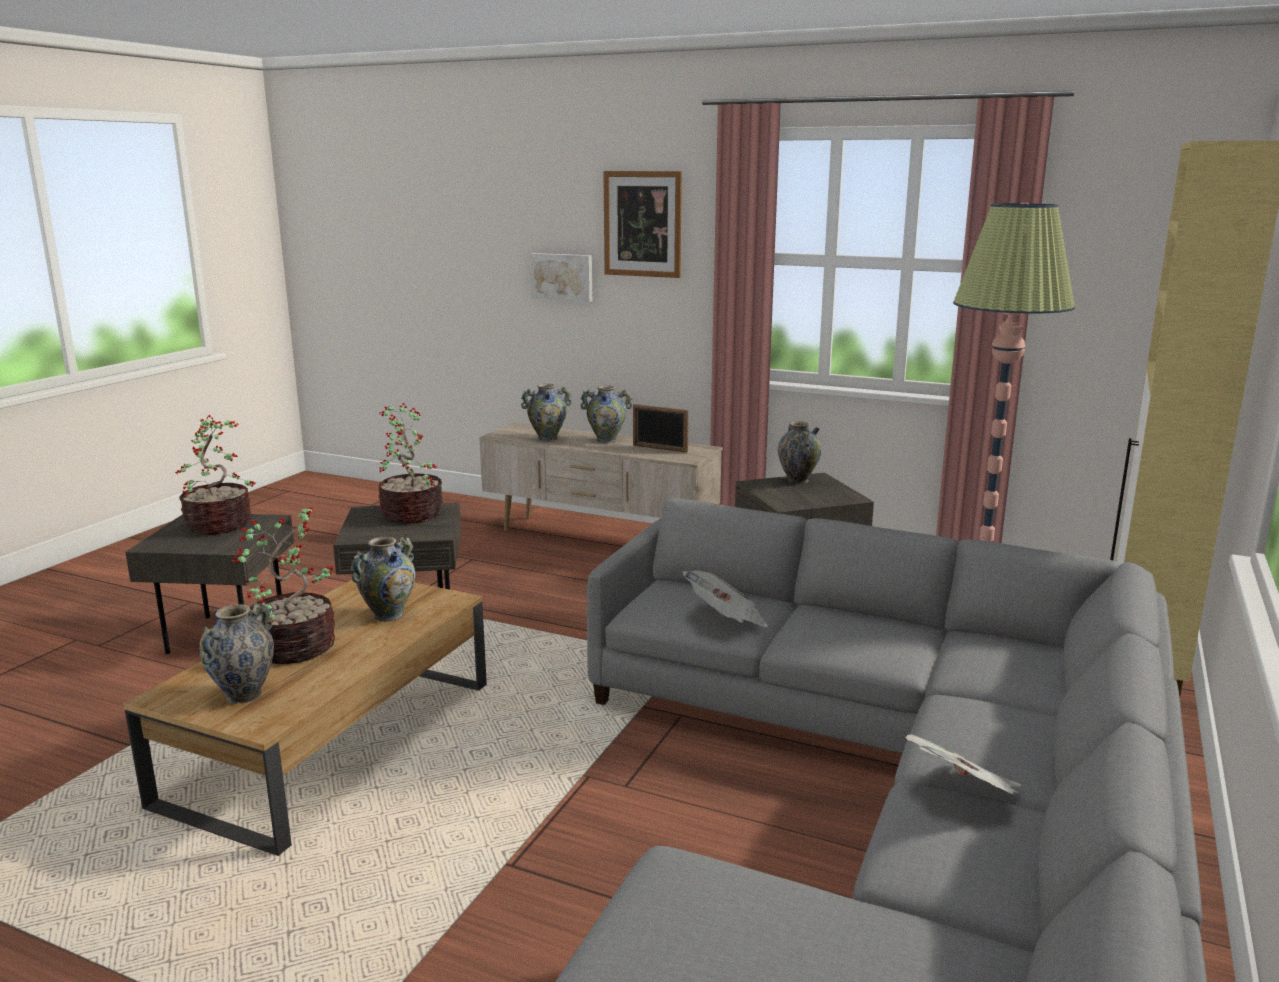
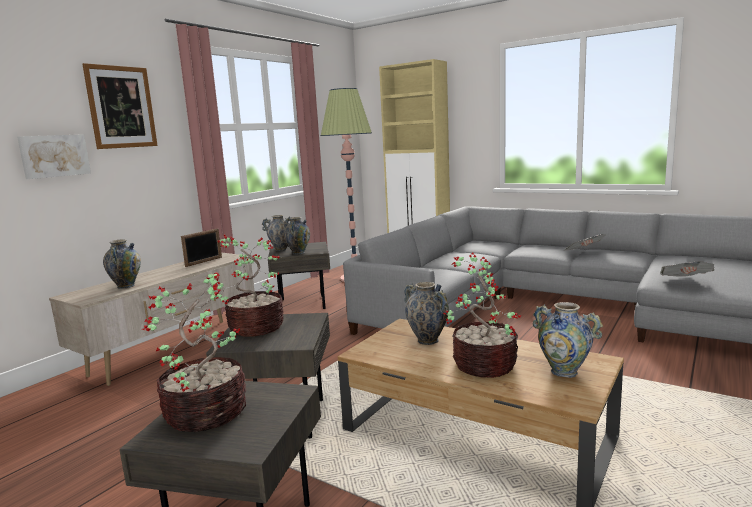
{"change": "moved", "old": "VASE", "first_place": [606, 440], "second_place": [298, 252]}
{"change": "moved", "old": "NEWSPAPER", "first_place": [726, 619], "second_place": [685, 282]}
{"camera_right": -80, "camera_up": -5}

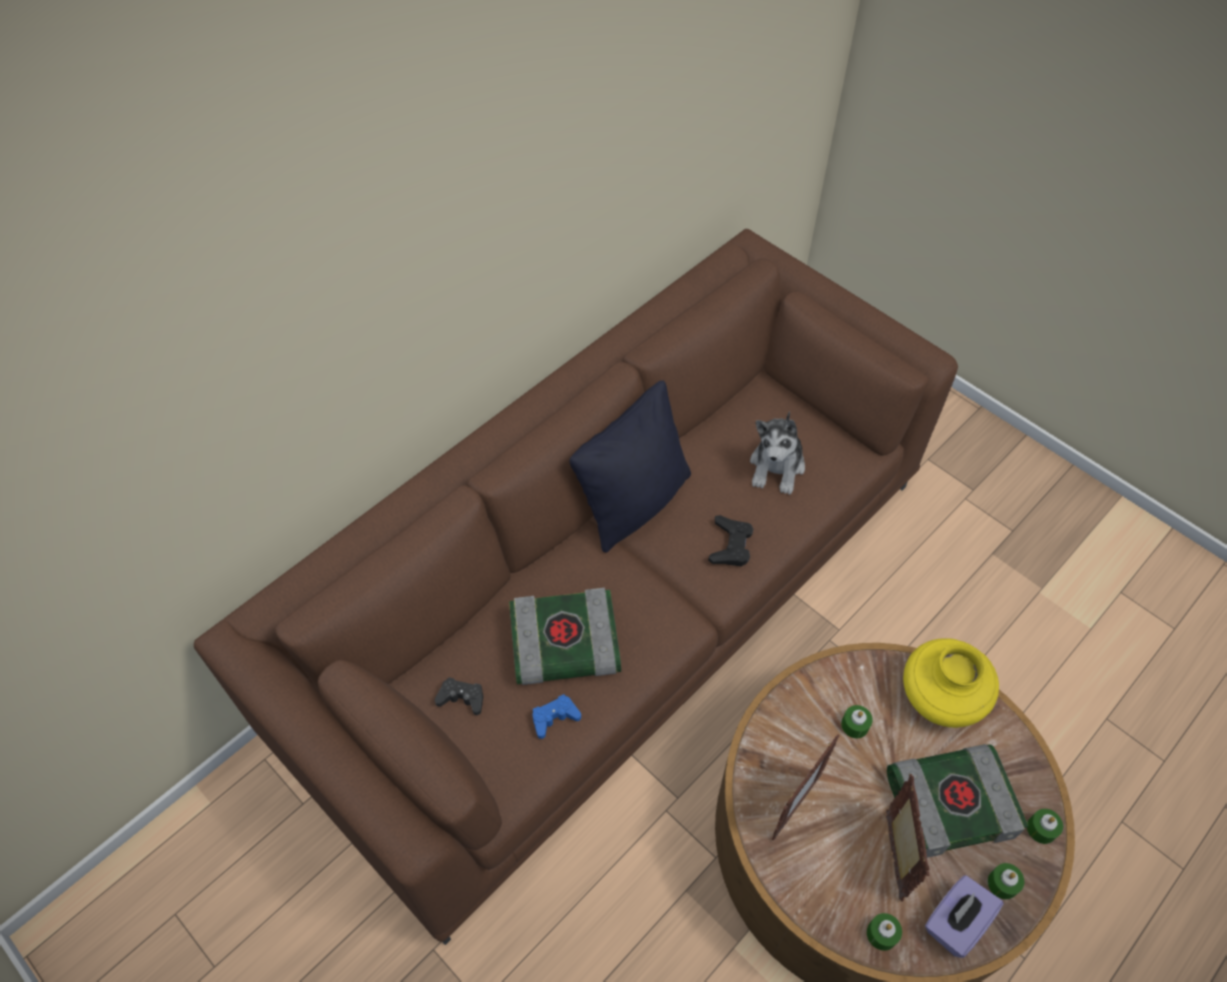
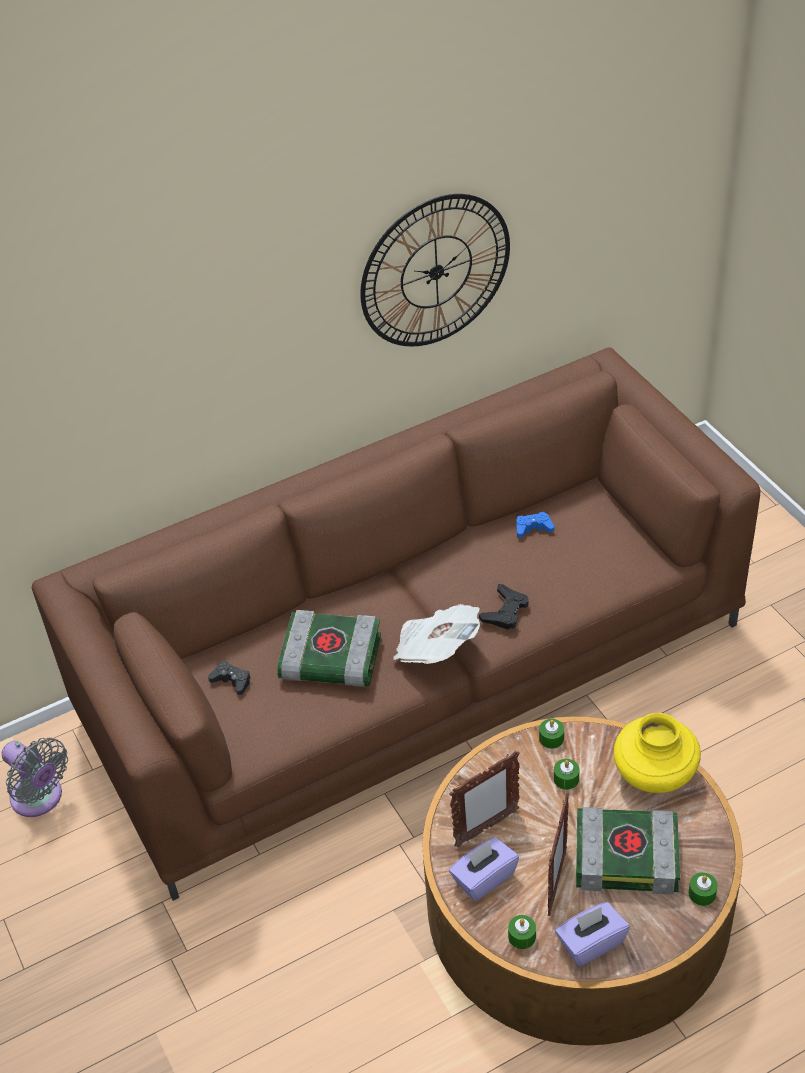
{"change": "removed", "old": "BLACK PILLOW", "first_place": [634, 503]}
{"change": "removed", "old": "PLUSH TOY", "first_place": [777, 467]}
{"change": "added", "new": "GREY FAN", "second_place": [40, 798]}
{"change": "added", "new": "WALL CLOCK", "second_place": [436, 271]}
{"change": "added", "new": "NEWSPAPER", "second_place": [436, 649]}
{"change": "added", "new": "PURPLE TISSUE BOX", "second_place": [484, 878]}
{"change": "moved", "old": "BLUE GAME CONTROLLER", "first_place": [554, 718], "second_place": [533, 528]}
{"change": "moved", "old": "GREEN CANDLE", "first_place": [1002, 883], "second_place": [551, 738]}
{"camera_right": 20, "camera_up": -10}

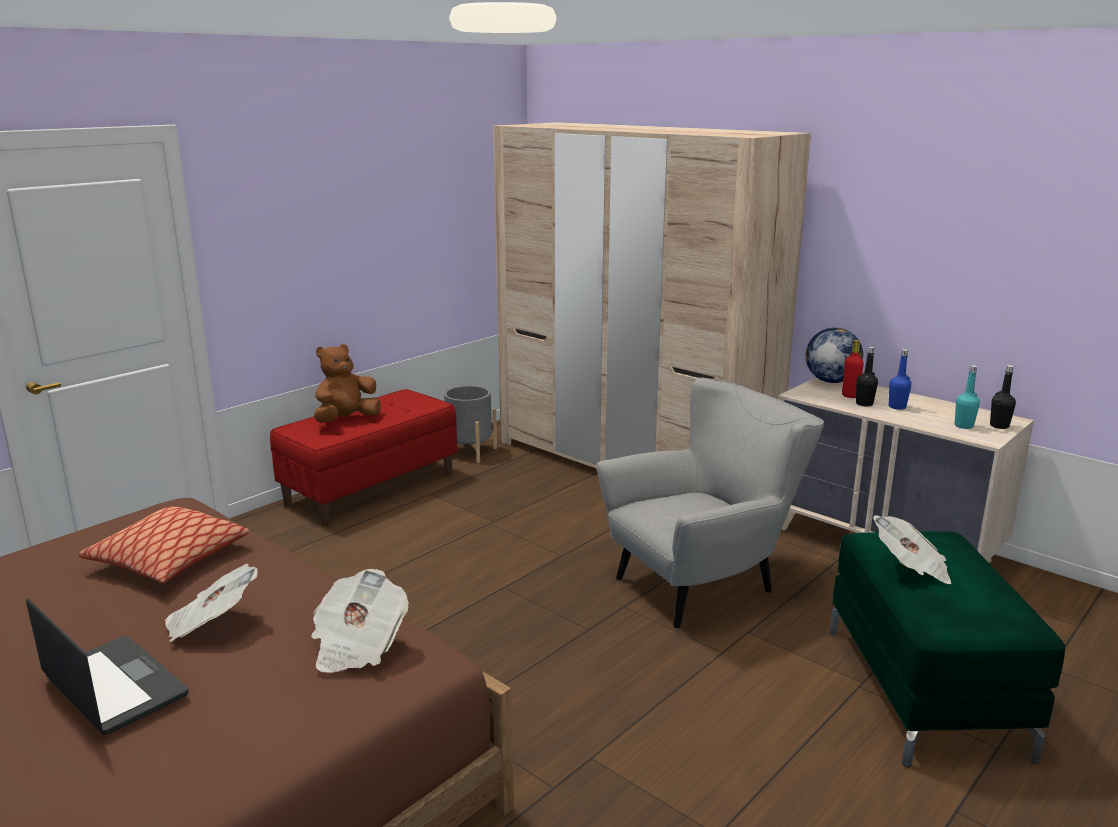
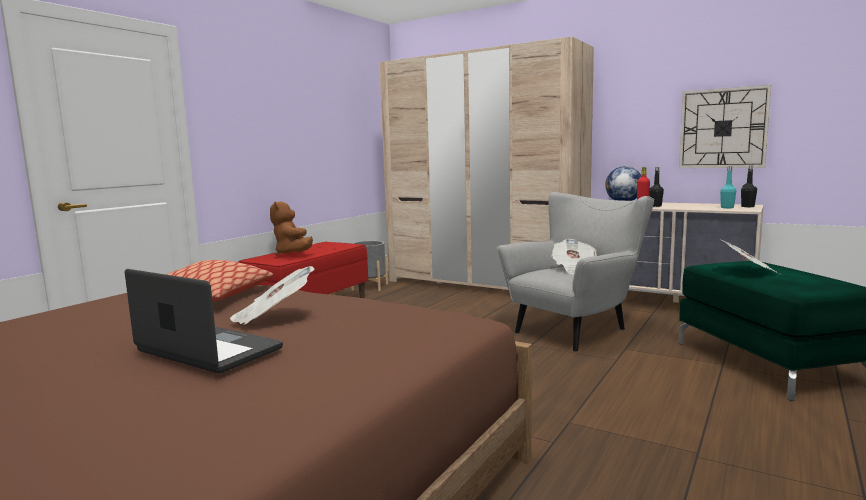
{"change": "removed", "old": "BLUE BOTTLE", "first_place": [897, 407]}
{"change": "added", "new": "WALL CLOCK", "second_place": [723, 128]}
{"change": "moved", "old": "NEWSPAPER", "first_place": [357, 645], "second_place": [574, 269]}
{"change": "turned", "old": "BROWN PLUSH TOY", "first_place": [346, 420], "second_place": [292, 254], "degrees": -60}
{"camera_right": -10, "camera_up": -10}

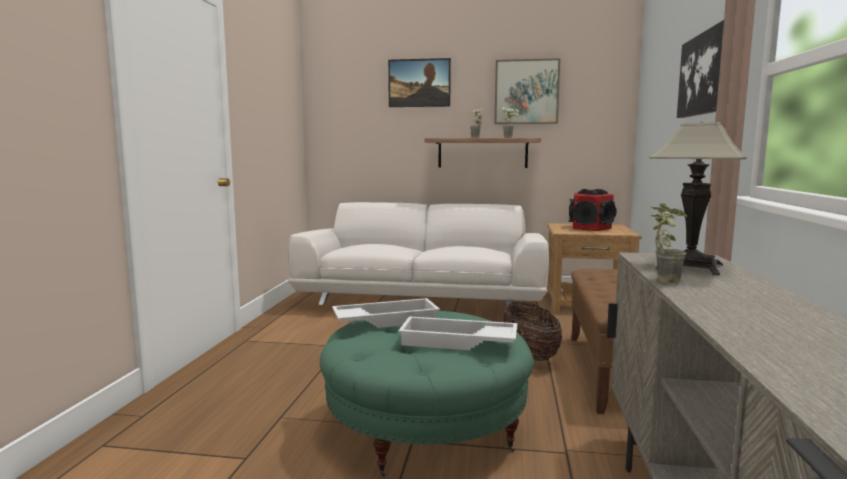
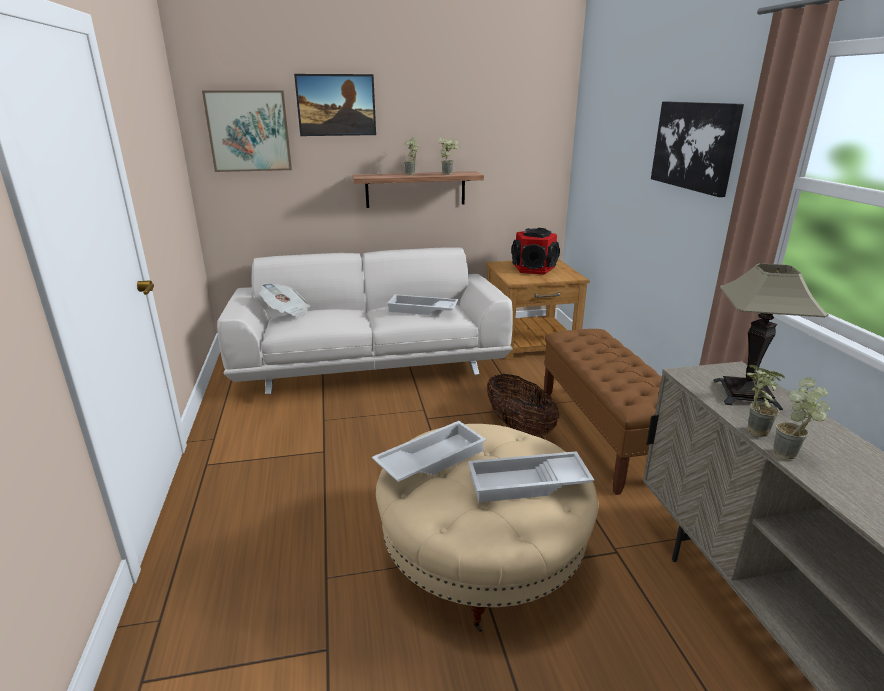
{"change": "added", "new": "NEWSPAPER", "second_place": [287, 312]}
{"change": "added", "new": "WHITE TRAY", "second_place": [422, 310]}
{"change": "added", "new": "POTTED PLANT", "second_place": [792, 457]}
{"change": "moved", "old": "PICTURE", "first_place": [526, 92], "second_place": [249, 131]}
{"change": "recoloured", "old": "GREEN OTTOMAN", "new": "BEIGE OTTOMAN", "first_place": [426, 429], "second_place": [482, 554]}
{"camera_right": -20, "camera_up": 15}

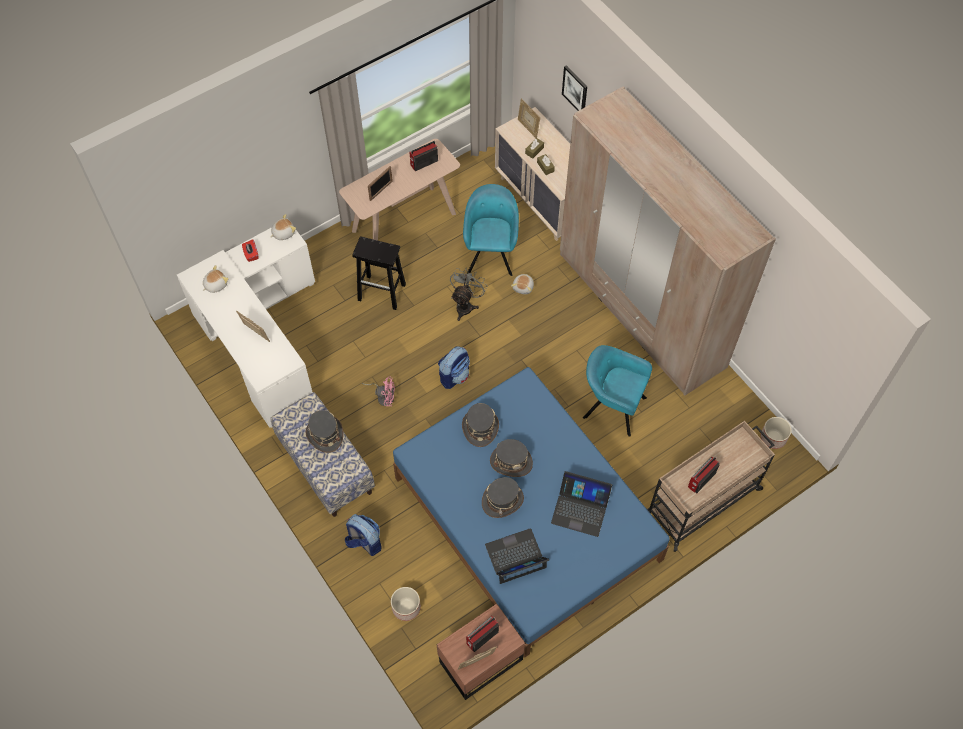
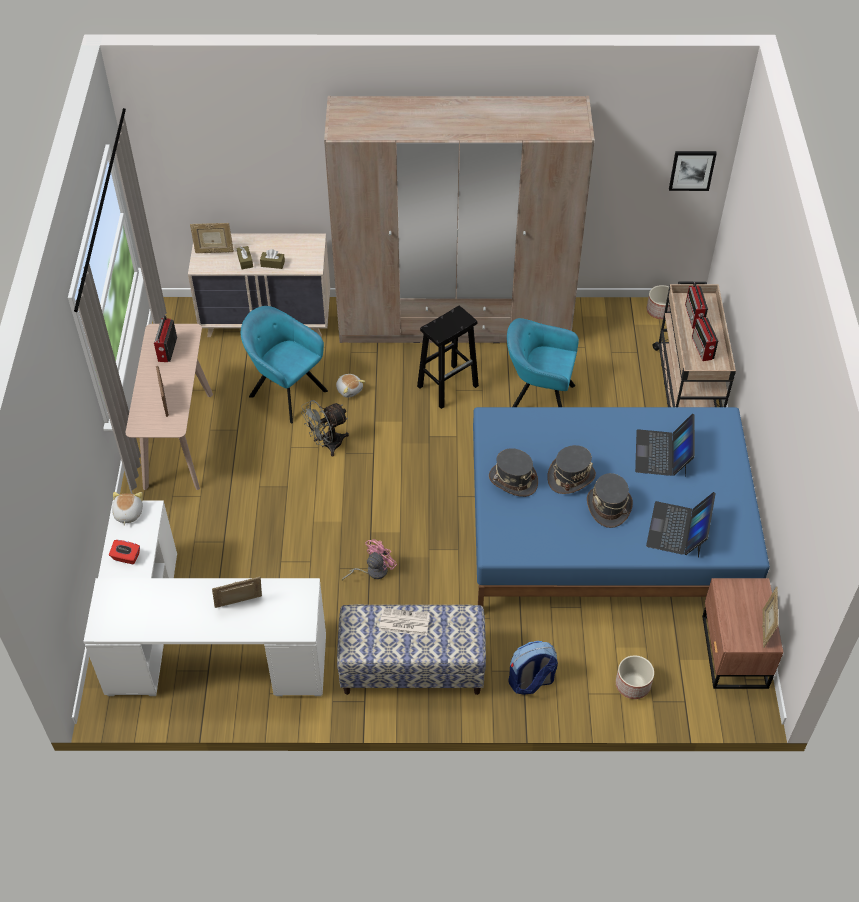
{"change": "removed", "old": "PLUSH TOY", "first_place": [215, 284]}
{"change": "removed", "old": "BACKPACK", "first_place": [454, 375]}
{"change": "moved", "old": "BLACK STOOL", "first_place": [382, 292], "second_place": [448, 385]}
{"change": "moved", "old": "RADIO", "first_place": [481, 638], "second_place": [694, 316]}
{"change": "moved", "old": "PICTURE", "first_place": [575, 89], "second_place": [692, 170]}
{"change": "replaced", "old": "GREY HAT", "new": "NEWSPAPER", "first_place": [325, 434], "second_place": [403, 622]}
{"change": "turned", "old": "GREY FAN", "first_place": [466, 305], "second_place": [327, 444], "degrees": -90}
{"change": "turned", "old": "LAPTOP", "first_place": [580, 509], "second_place": [662, 453], "degrees": 135}
{"change": "turned", "old": "TURQUOISE ARMCHAIR", "first_place": [612, 406], "second_place": [538, 399], "degrees": 45}
{"camera_right": -55, "camera_up": -10}

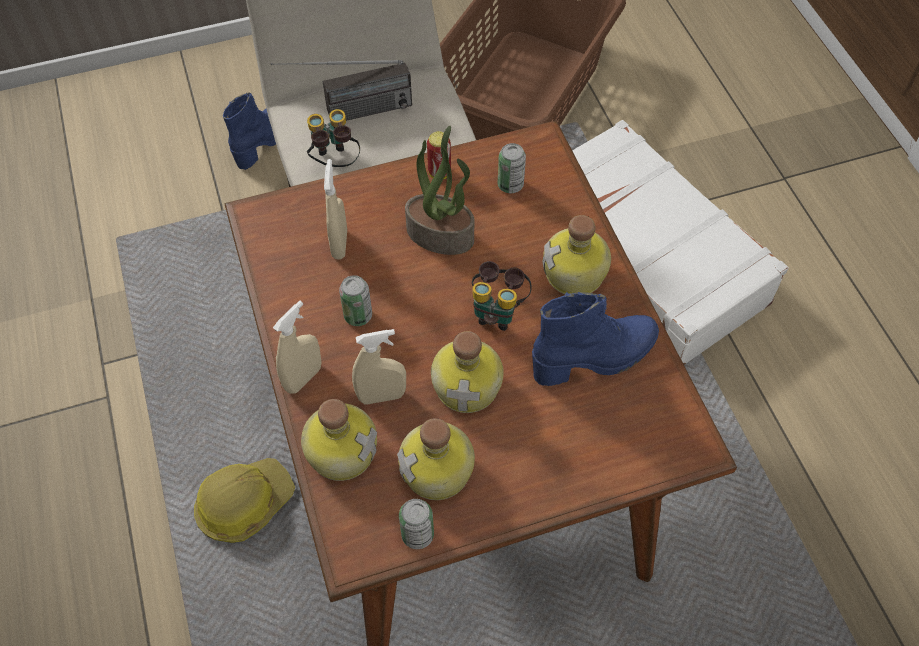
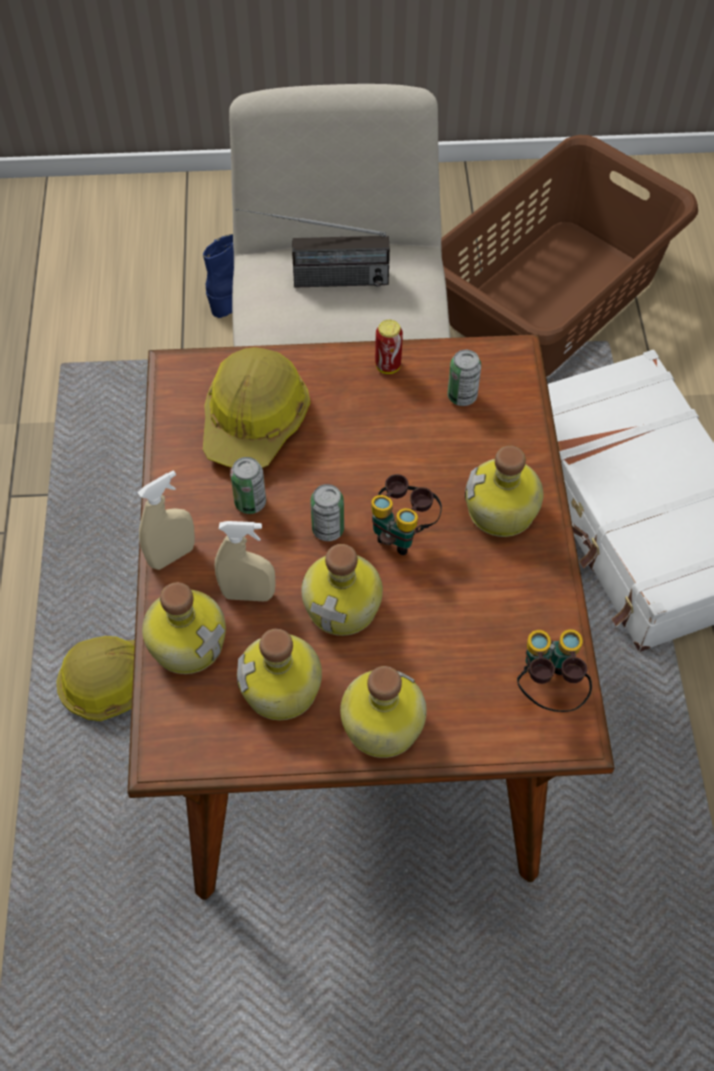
{"change": "removed", "old": "POTTED PLANT", "first_place": [441, 234]}
{"change": "removed", "old": "BLUE BOOT", "first_place": [595, 358]}
{"change": "added", "new": "BOTTLE", "second_place": [380, 725]}
{"change": "moved", "old": "BINOCULARS", "first_place": [334, 162], "second_place": [547, 690]}
{"change": "moved", "old": "CAN", "first_place": [417, 535], "second_place": [328, 529]}
{"change": "replaced", "old": "BEIGE SPRAY BOTTLE", "new": "HARD HAT", "first_place": [339, 244], "second_place": [255, 421]}
{"camera_right": 15, "camera_up": 0}

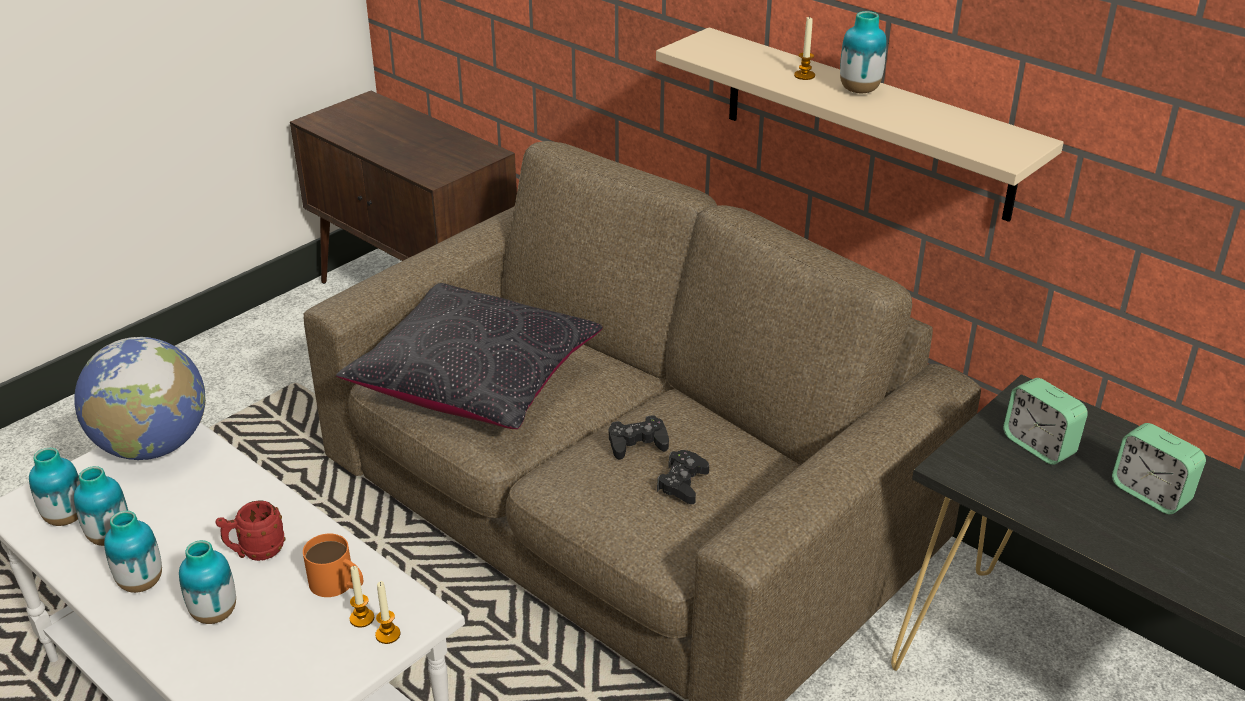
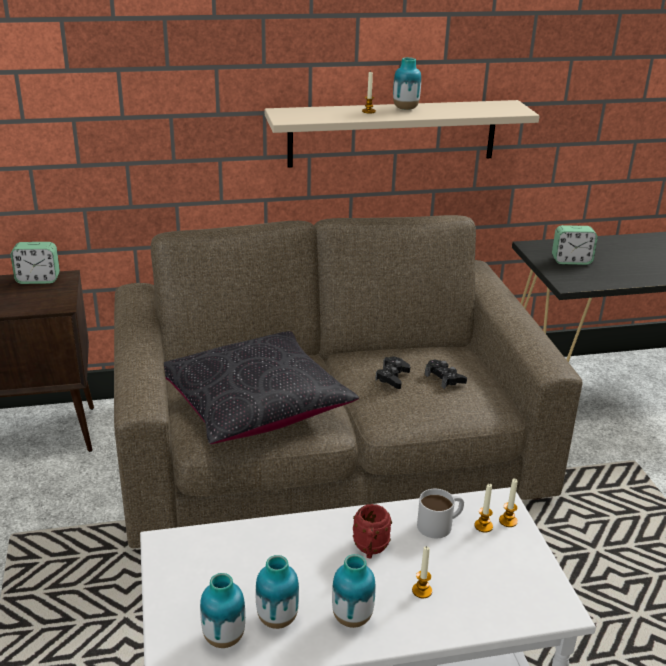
{"change": "removed", "old": "GLOBE", "first_place": [153, 446]}
{"change": "moved", "old": "ALARM CLOCK", "first_place": [1150, 493], "second_place": [38, 279]}
{"change": "replaced", "old": "VASE", "new": "CANDLE", "first_place": [214, 614], "second_place": [422, 591]}
{"change": "recoloured", "old": "ORANGE MUG", "new": "WHITE MUG", "first_place": [338, 584], "second_place": [440, 524]}
{"camera_right": -55, "camera_up": -5}

